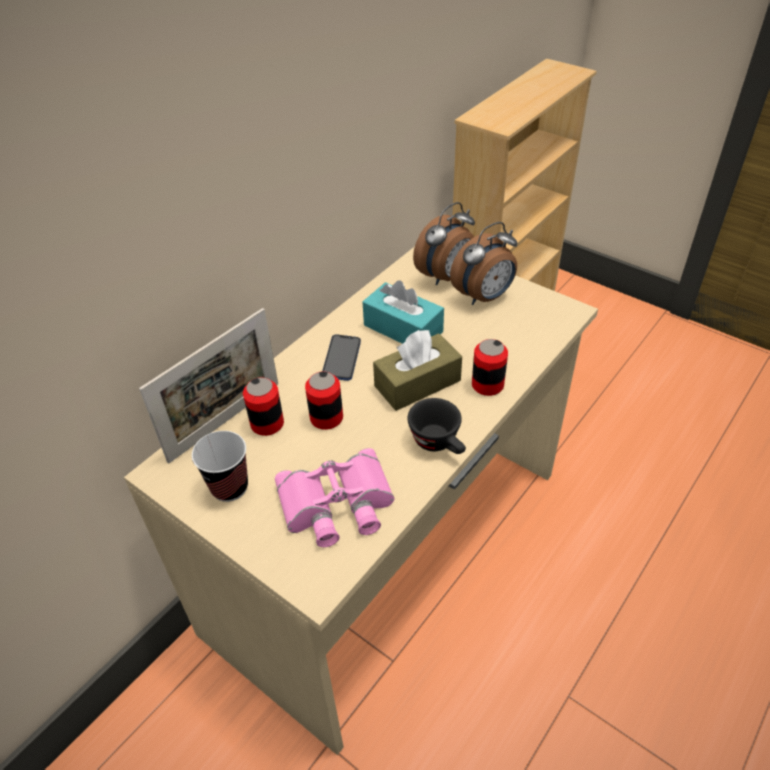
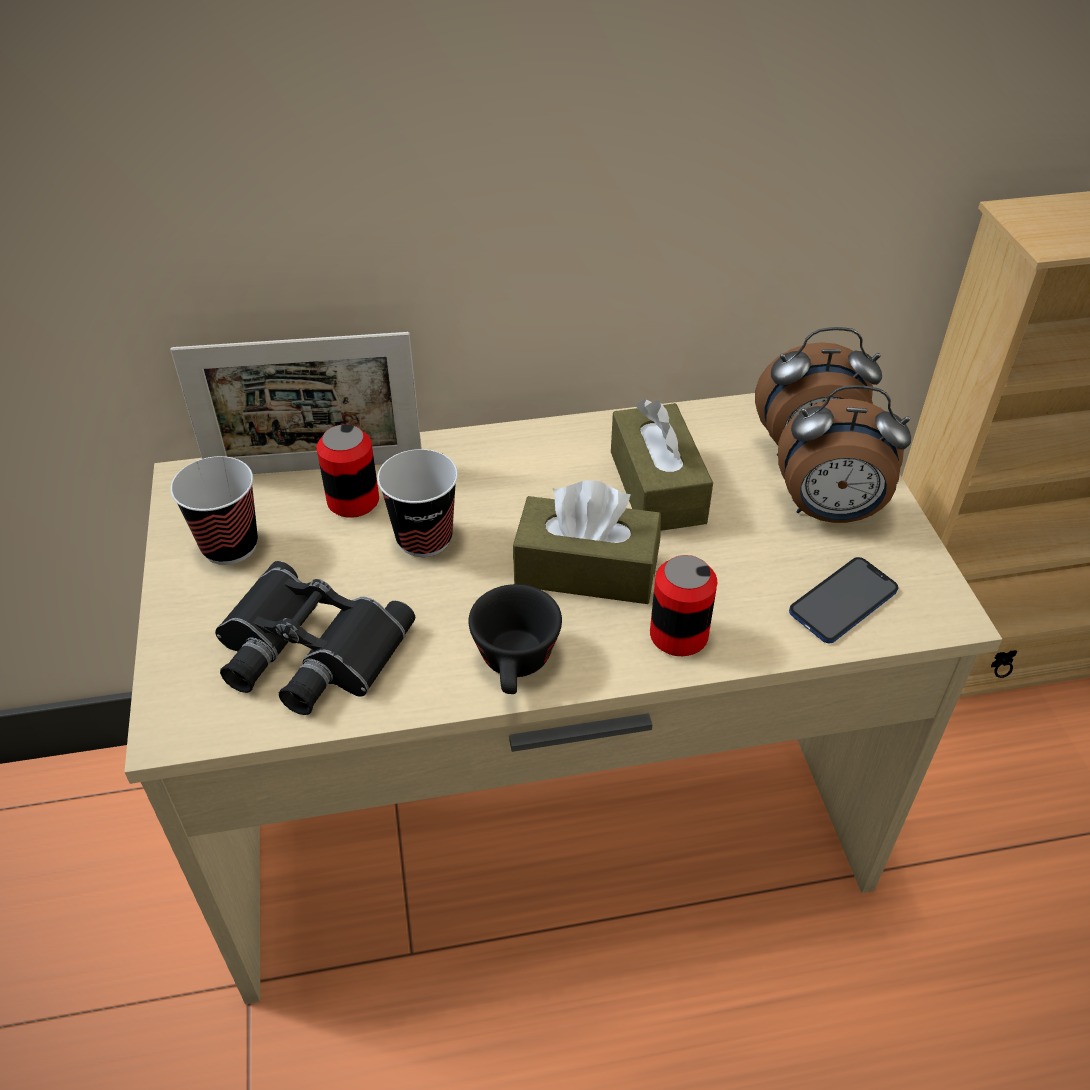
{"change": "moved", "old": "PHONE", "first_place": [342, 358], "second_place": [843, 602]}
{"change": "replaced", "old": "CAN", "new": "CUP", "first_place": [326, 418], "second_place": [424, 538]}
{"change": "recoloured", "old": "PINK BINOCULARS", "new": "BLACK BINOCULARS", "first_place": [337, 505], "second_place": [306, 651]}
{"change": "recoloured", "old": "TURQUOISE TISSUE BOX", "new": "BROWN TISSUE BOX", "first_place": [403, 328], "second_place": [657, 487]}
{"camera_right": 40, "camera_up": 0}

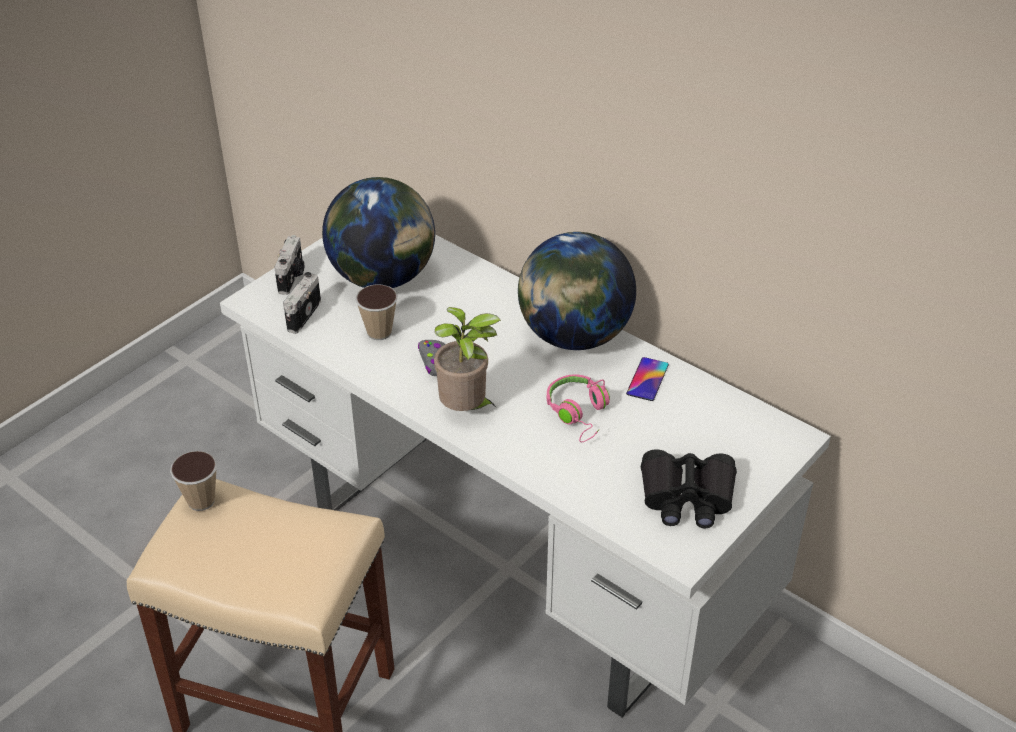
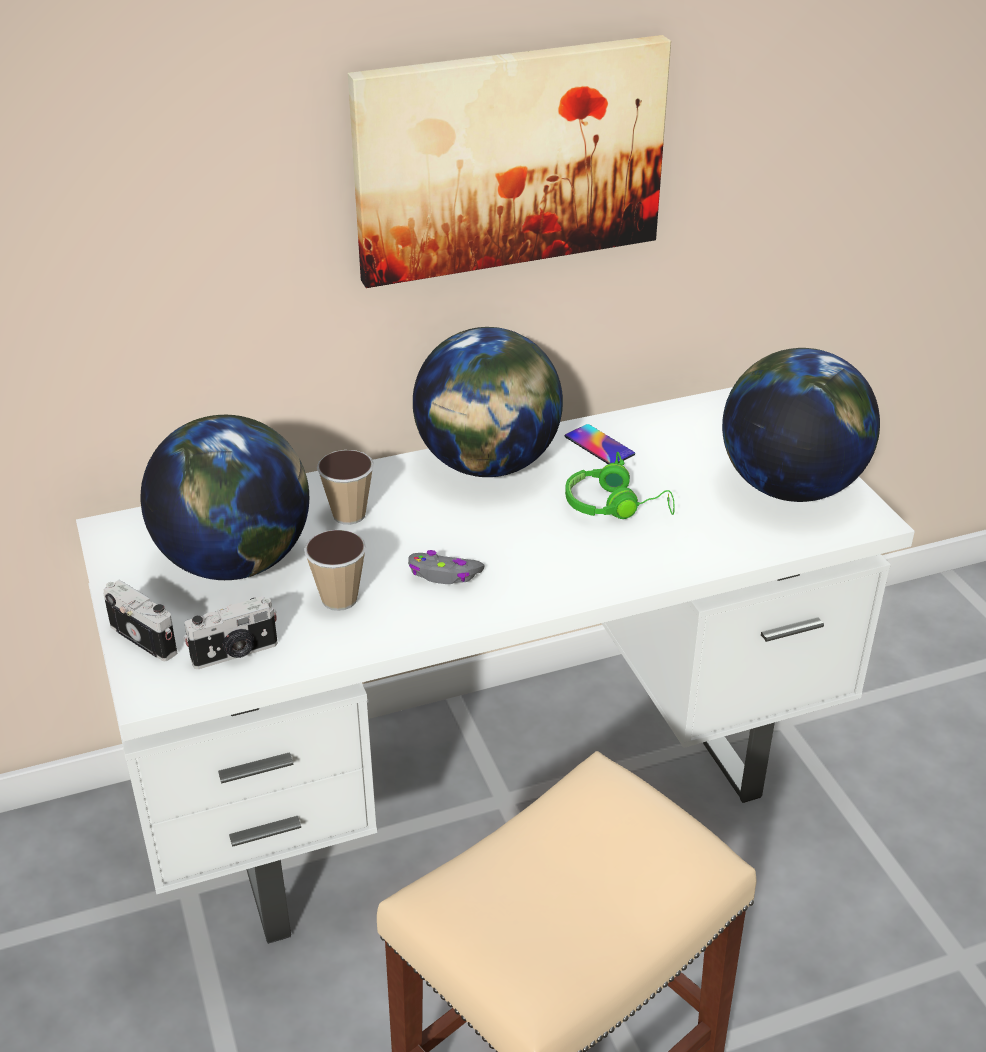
{"change": "removed", "old": "POTTED PLANT", "first_place": [466, 410]}
{"change": "added", "new": "PICTURE", "second_place": [509, 159]}
{"change": "moved", "old": "CUP", "first_place": [201, 501], "second_place": [349, 515]}
{"change": "replaced", "old": "BLACK BINOCULARS", "new": "GLOBE", "first_place": [686, 497], "second_place": [789, 487]}
{"change": "recoloured", "old": "PINK HEADPHONES", "new": "GREEN HEADPHONES", "first_place": [579, 413], "second_place": [616, 505]}
{"change": "turned", "old": "PHOTO CAMERA", "first_place": [302, 315], "second_place": [235, 654], "degrees": -75}
{"camera_right": -60, "camera_up": -5}

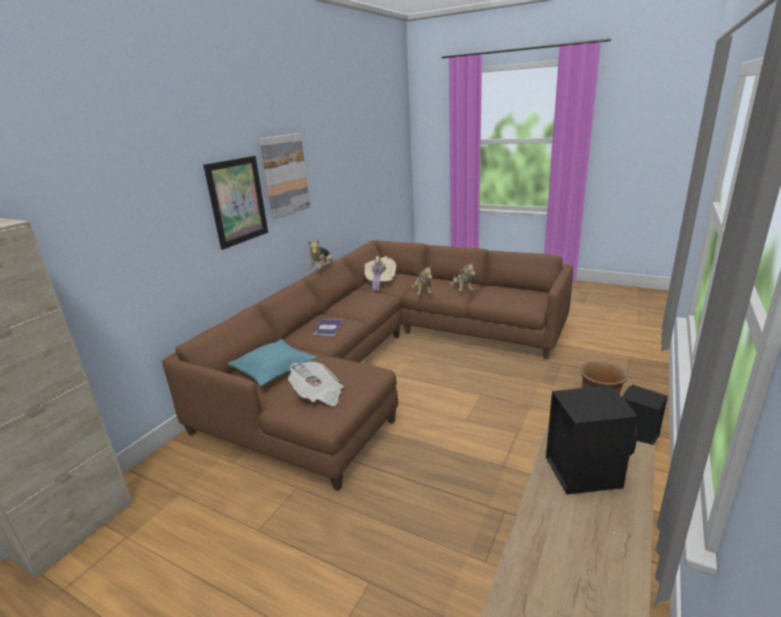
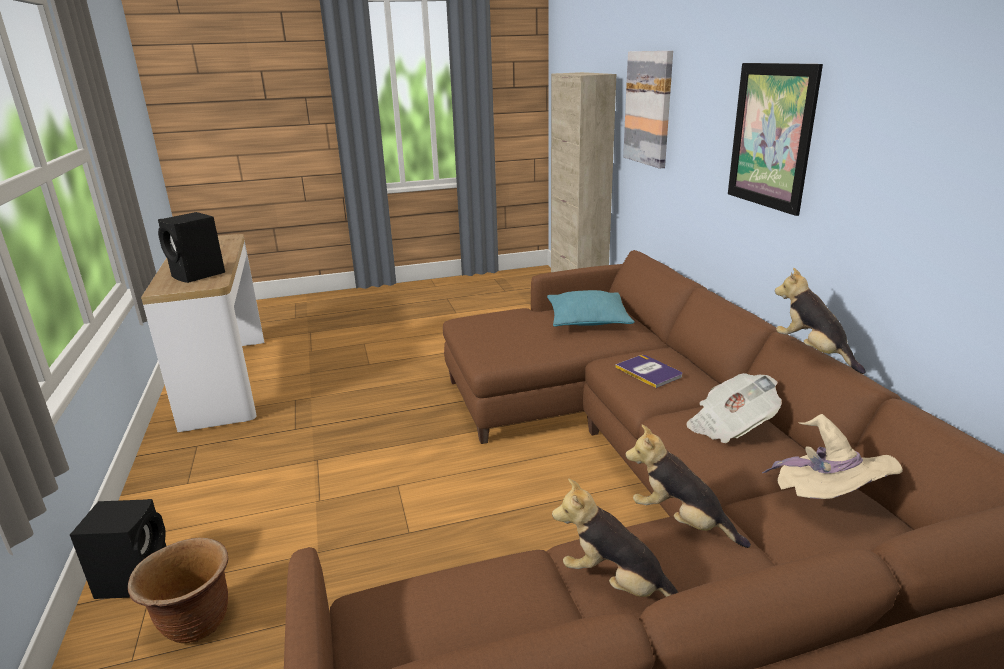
{"change": "moved", "old": "PICTURE", "first_place": [284, 175], "second_place": [649, 108]}
{"change": "moved", "old": "NEWSPAPER", "first_place": [318, 395], "second_place": [729, 426]}
{"camera_right": 135, "camera_up": 0}

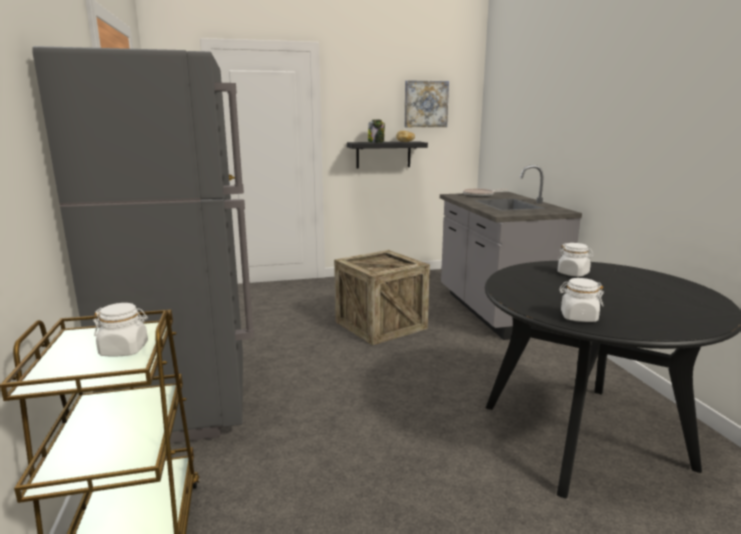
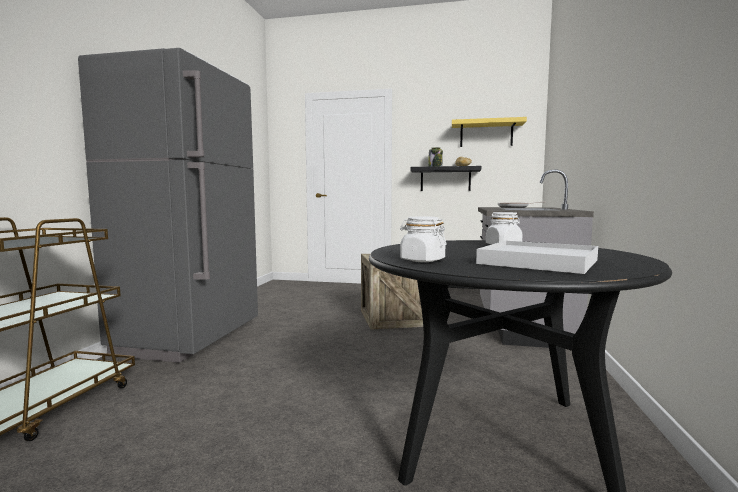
{"change": "removed", "old": "WHITE JAR", "first_place": [124, 350]}
{"change": "added", "new": "WHITE TRAY", "second_place": [538, 262]}
{"change": "replaced", "old": "PICTURE", "new": "YELLOW SHELF", "first_place": [425, 104], "second_place": [486, 134]}
{"camera_right": 25, "camera_up": -10}

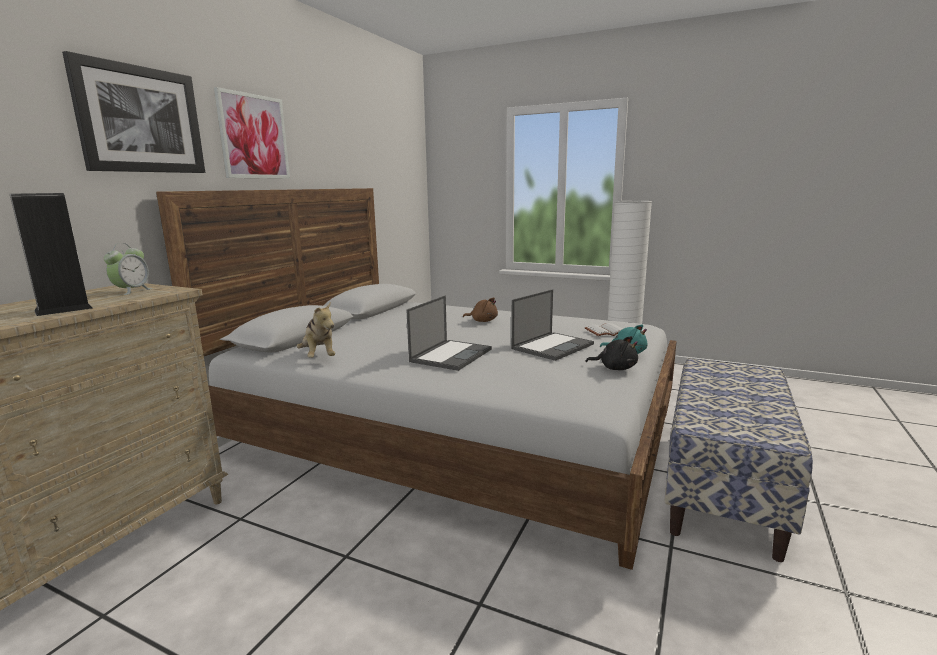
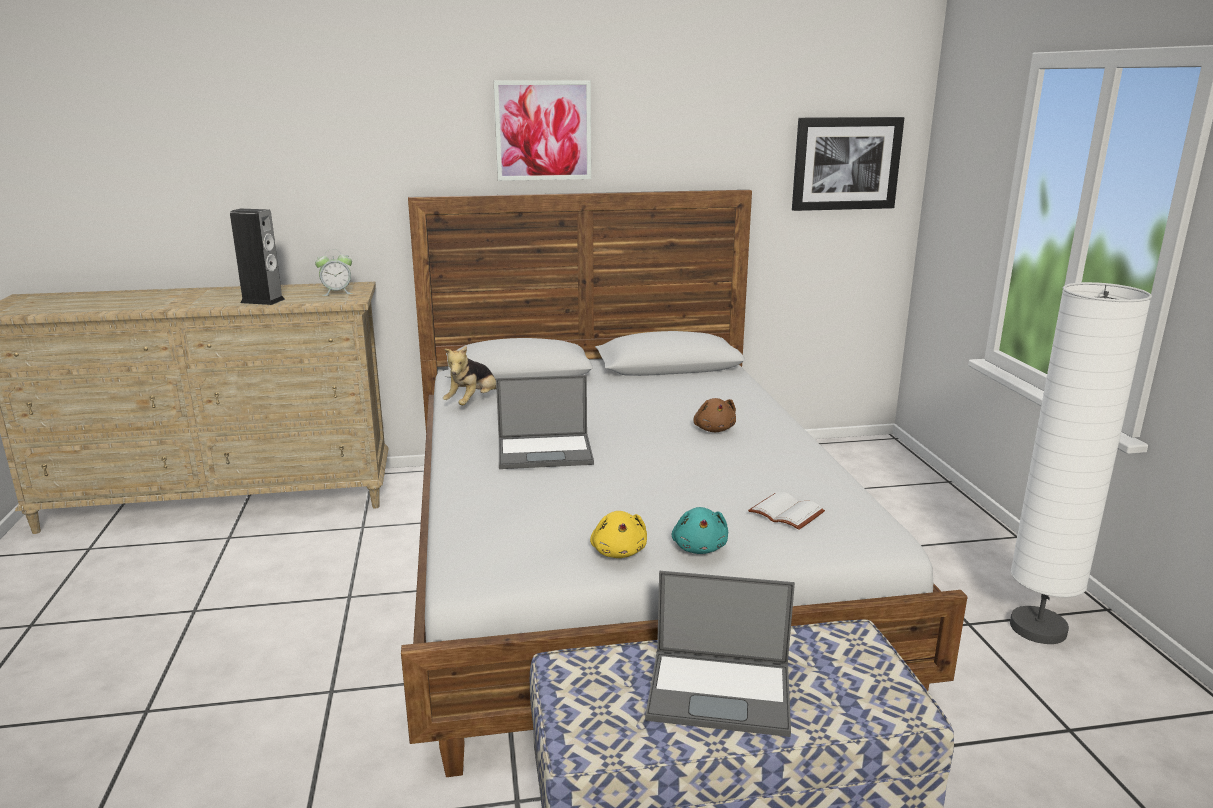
{"change": "moved", "old": "PICTURE", "first_place": [140, 120], "second_place": [846, 163]}
{"change": "moved", "old": "LAPTOP", "first_place": [553, 346], "second_place": [721, 691]}
{"change": "recoloured", "old": "BLACK PLUSH TOY", "new": "YELLOW PLUSH TOY", "first_place": [615, 368], "second_place": [619, 551]}
{"camera_right": 55, "camera_up": 5}

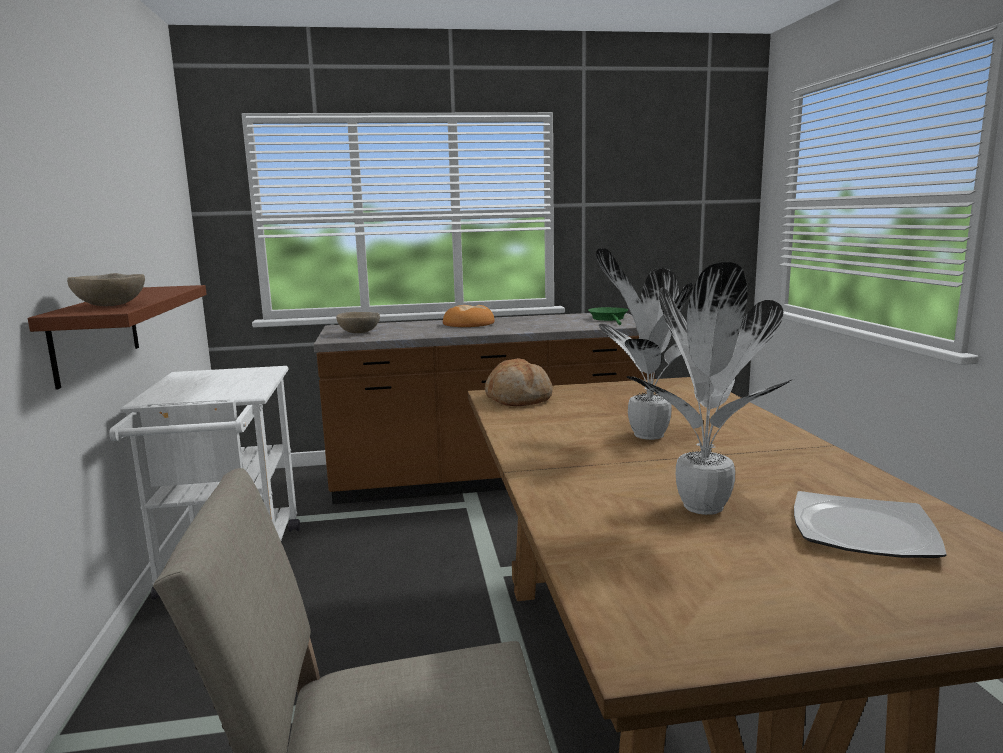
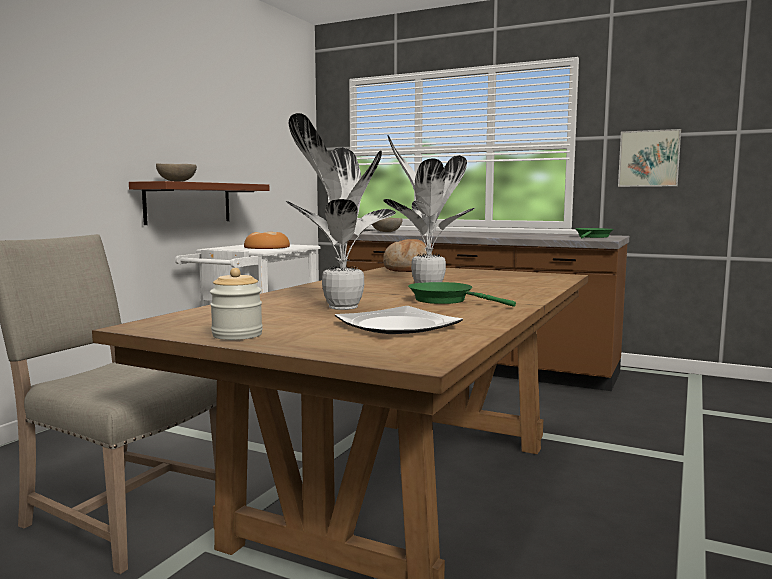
{"change": "added", "new": "JAR", "second_place": [237, 335]}
{"change": "added", "new": "GREEN FRYING PAN", "second_place": [446, 300]}
{"change": "added", "new": "PICTURE", "second_place": [649, 158]}
{"change": "moved", "old": "BREAD", "first_place": [468, 324], "second_place": [267, 247]}
{"camera_right": 35, "camera_up": -5}

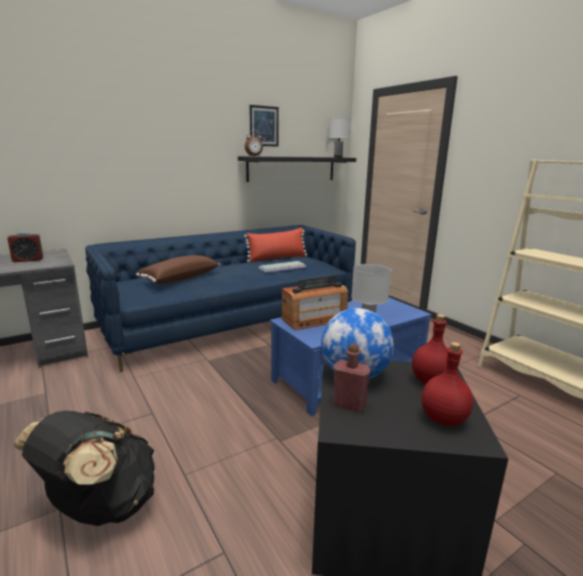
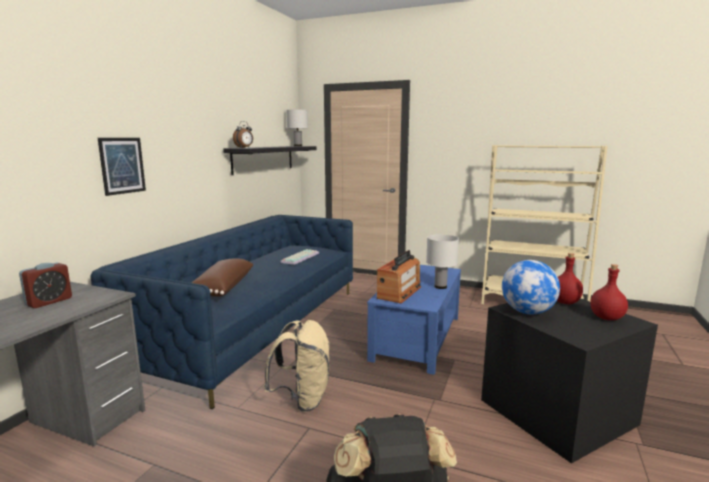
{"change": "removed", "old": "RED PILLOW", "first_place": [277, 258]}
{"change": "removed", "old": "RED BOTTLE", "first_place": [349, 405]}
{"change": "added", "new": "BEIGE BACKPACK", "second_place": [302, 399]}
{"change": "moved", "old": "PICTURE", "first_place": [264, 126], "second_place": [122, 165]}
{"camera_right": -35, "camera_up": -5}

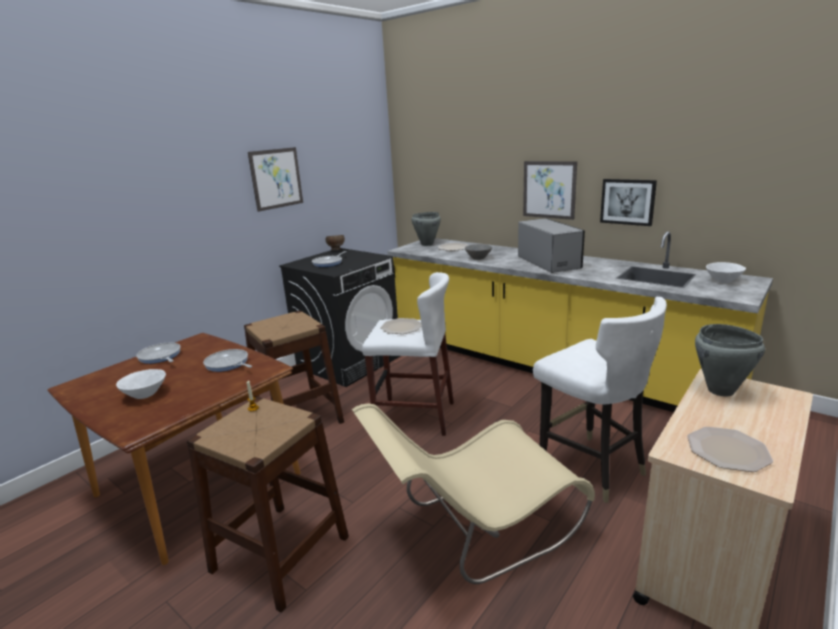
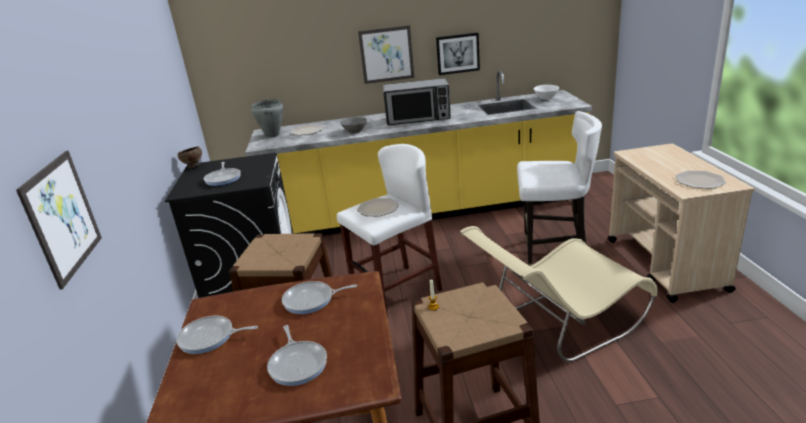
{"change": "removed", "old": "GREY COOKING POT", "first_place": [720, 391]}
{"change": "moved", "old": "PICTURE", "first_place": [276, 178], "second_place": [62, 217]}
{"change": "replaced", "old": "WHITE BOWL", "new": "FRYING PAN", "first_place": [146, 394], "second_place": [298, 364]}
{"change": "turned", "old": "BEIGE CHAIR", "first_place": [476, 530], "second_place": [557, 326], "degrees": 45}
{"change": "turned", "old": "MICROWAVE", "first_place": [548, 262], "second_place": [418, 118], "degrees": 150}
{"camera_right": -45, "camera_up": 5}

